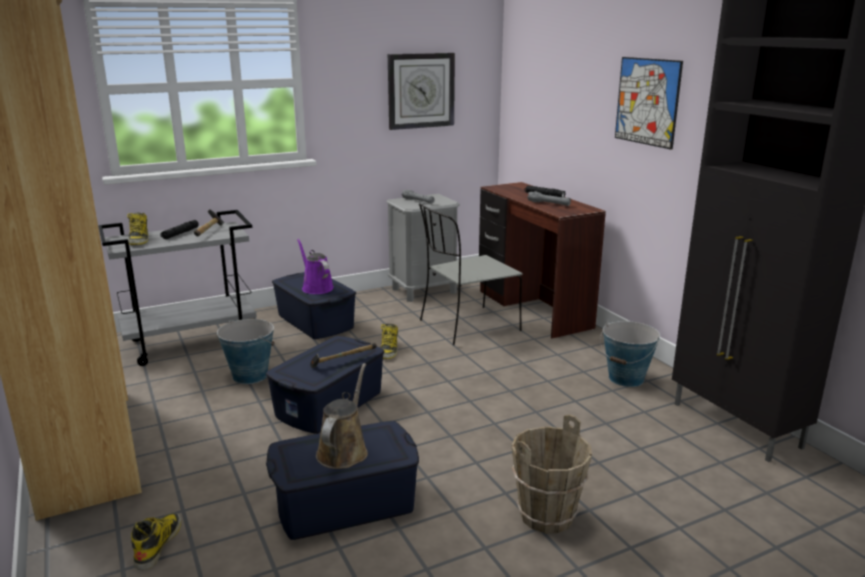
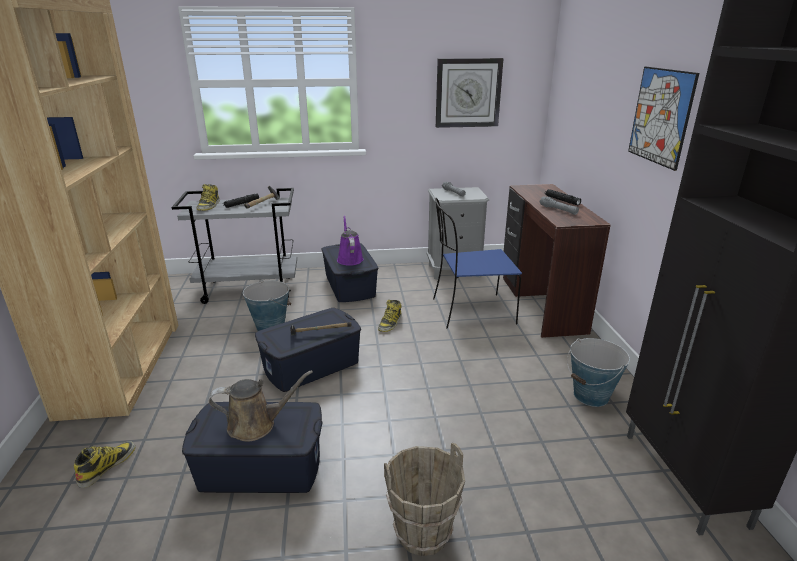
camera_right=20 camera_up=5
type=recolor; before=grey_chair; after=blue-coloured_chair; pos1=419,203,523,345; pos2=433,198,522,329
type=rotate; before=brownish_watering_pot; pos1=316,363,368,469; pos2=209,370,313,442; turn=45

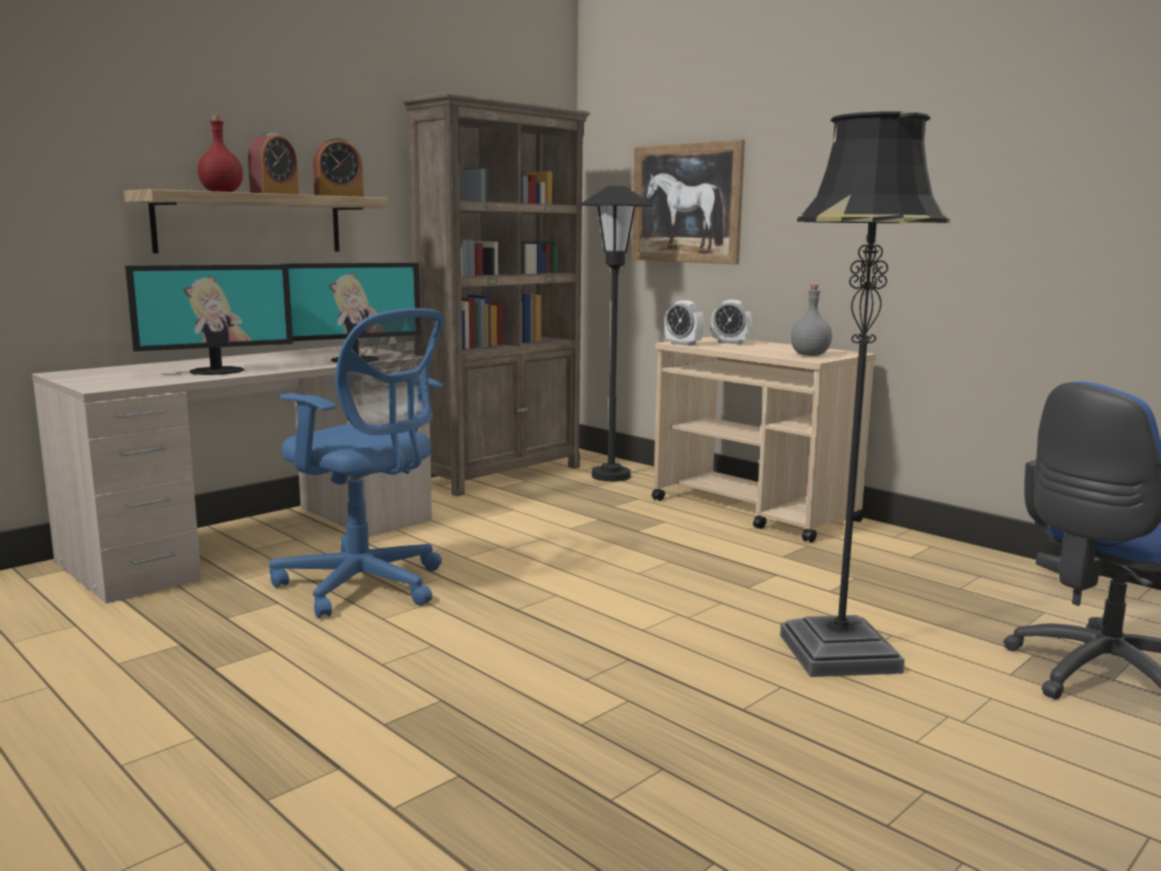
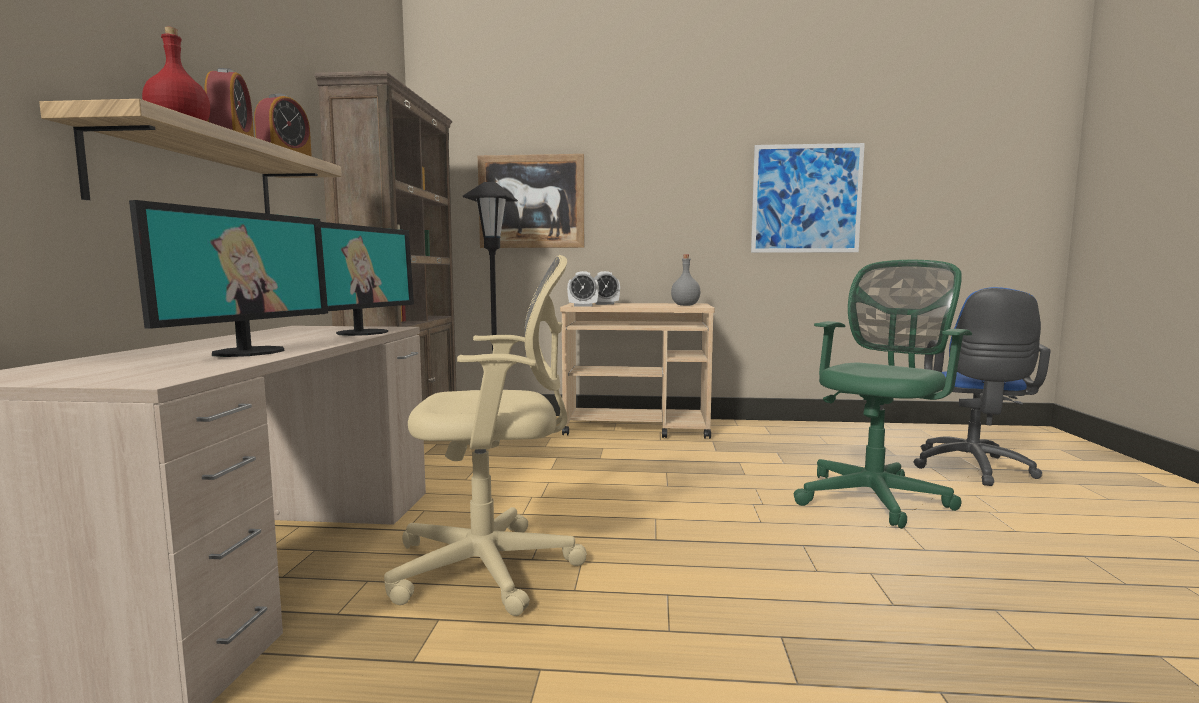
camera_right=-40 camera_up=-5
type=insert; after=wall_picture; pos2=751,143,865,253
type=replace; before=black-coloured_standing_lamp; after=green_computer_chair; pos1=780,112,950,677; pos2=794,260,972,529
type=recolor; before=blue-coloured_computer_chair; after=beige-coloured_computer_chair; pos1=269,308,445,618; pos2=384,255,587,616

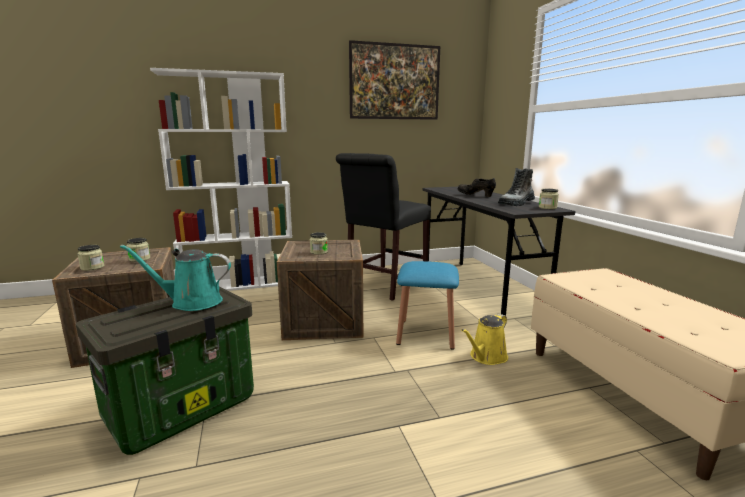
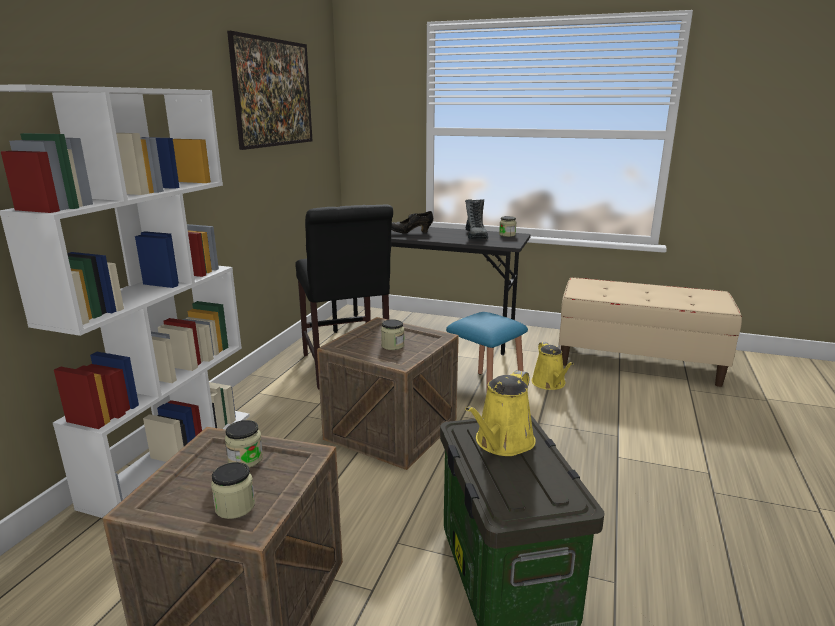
camera_right=-55 camera_up=5
type=recolor; before=turquoise_watering_pot; after=yellowish_watering_pot; pos1=120,245,231,311; pos2=465,370,536,456

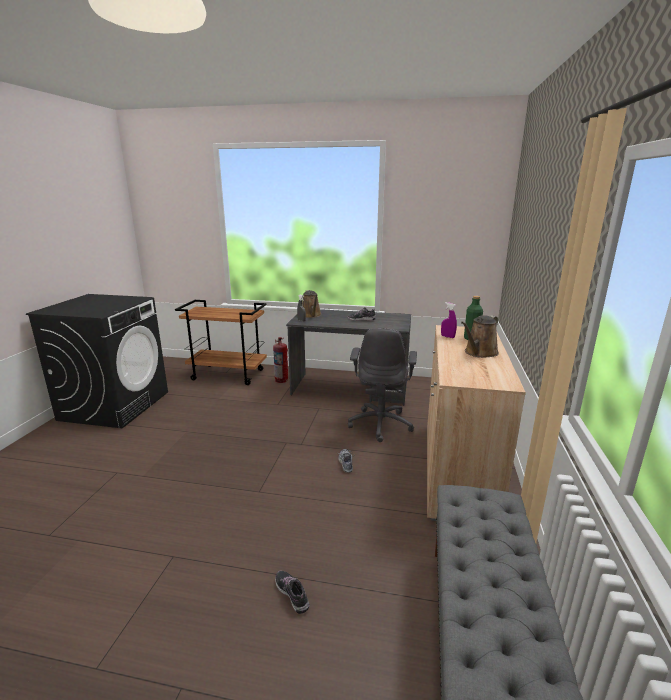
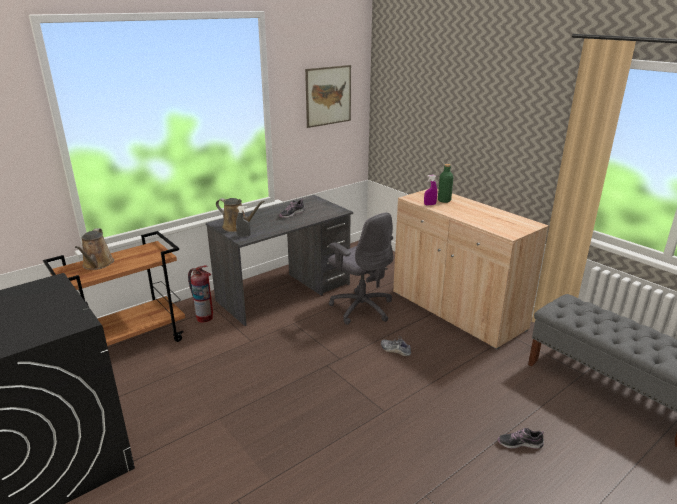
camera_right=-50 camera_up=5
type=insert; after=wall_picture; pos2=305,65,351,128
type=move; before=brownish_watering_pot; pos1=461,315,499,358; pos2=75,228,114,270

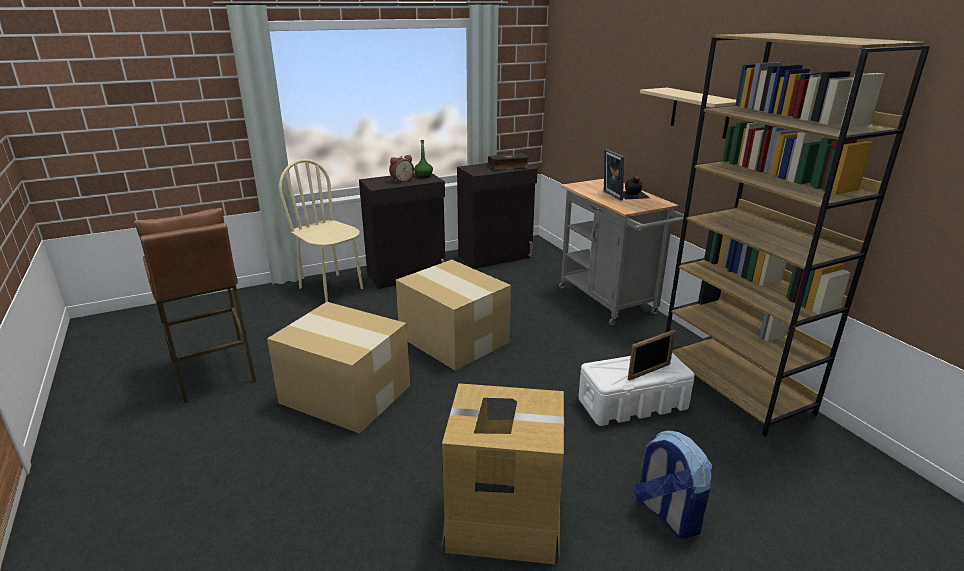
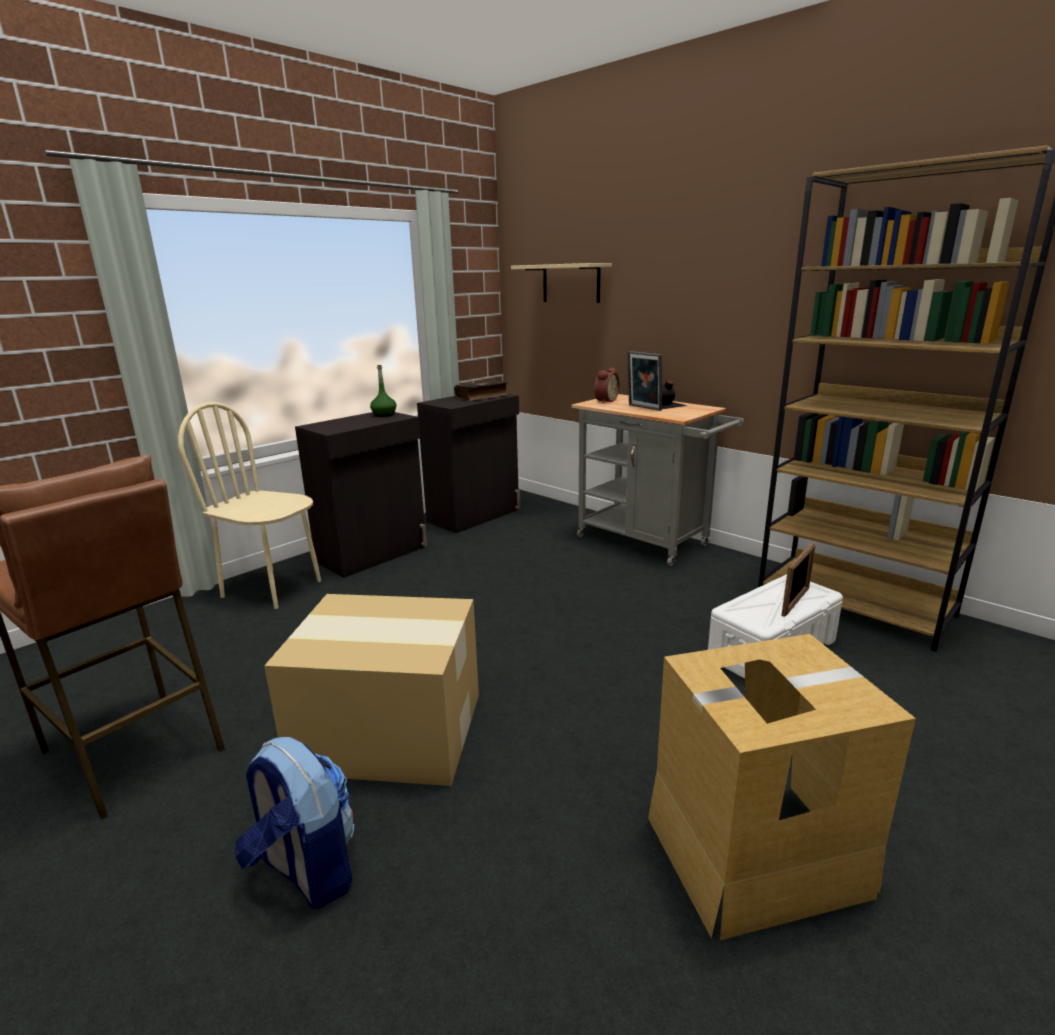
camera_right=-20 camera_up=-5
type=delete; before=carton; pos1=396,260,511,371
type=move; before=bedside_clock; pos1=389,155,414,182; pos2=594,367,620,404
type=move; before=knapsack; pos1=634,430,712,539; pos2=235,737,354,909
type=move; before=beige-coloured_wall_shelf; pos1=640,88,736,139; pos2=511,263,612,303

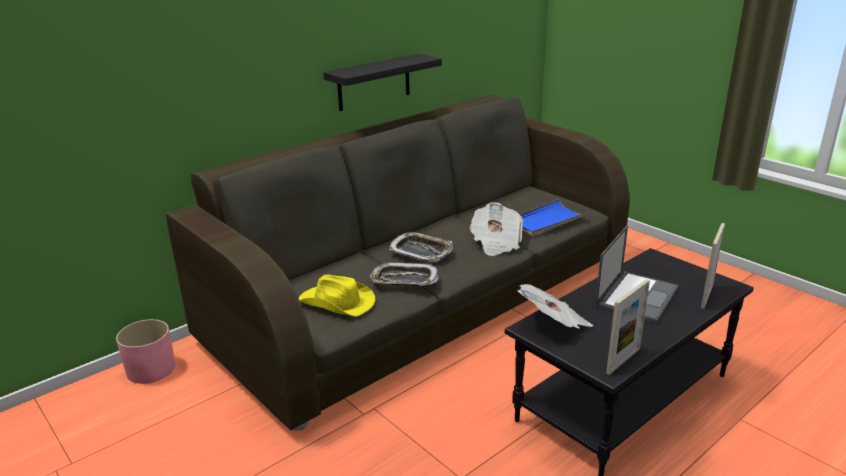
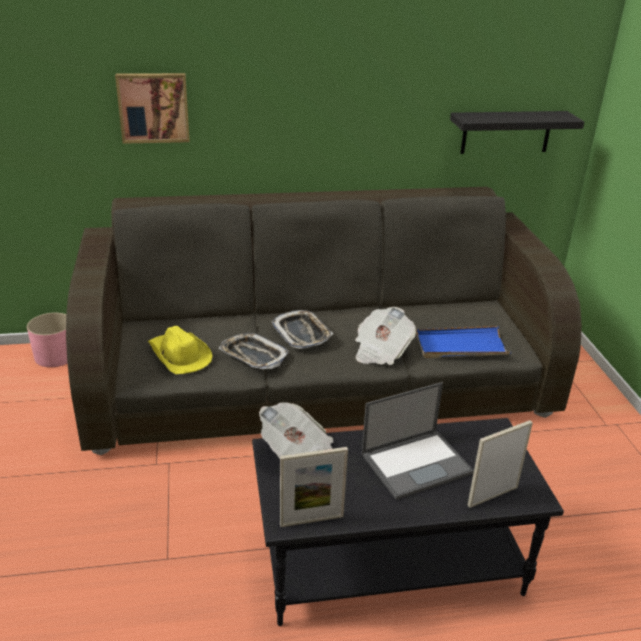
camera_right=30 camera_up=5
type=insert; after=wall_picture; pos2=115,73,190,144
type=move; before=black-coloured_wall_shelf; pos1=323,54,442,111; pos2=450,111,584,154

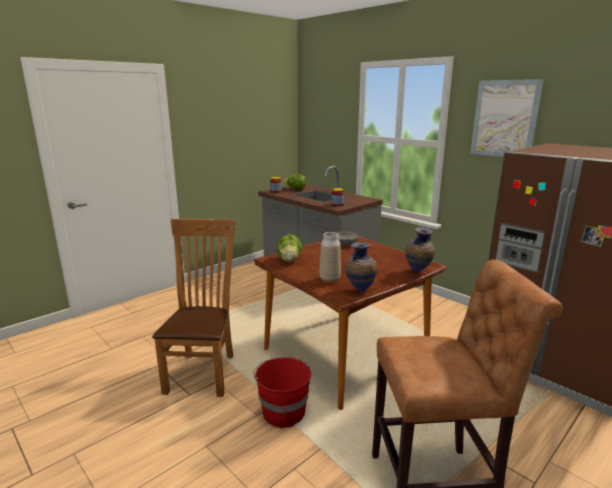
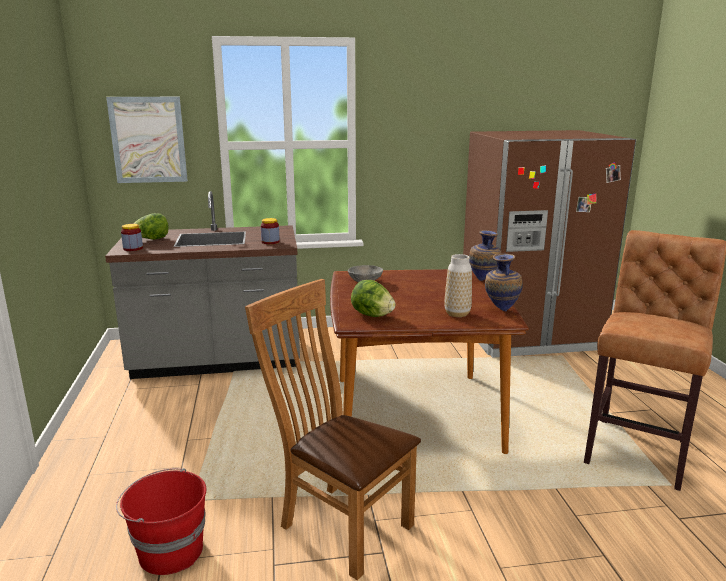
camera_right=-55 camera_up=0
type=move; before=red-coloured_pail; pos1=254,357,311,428; pos2=116,468,206,575
type=move; before=wall_picture; pos1=470,79,544,157; pos2=106,97,188,183

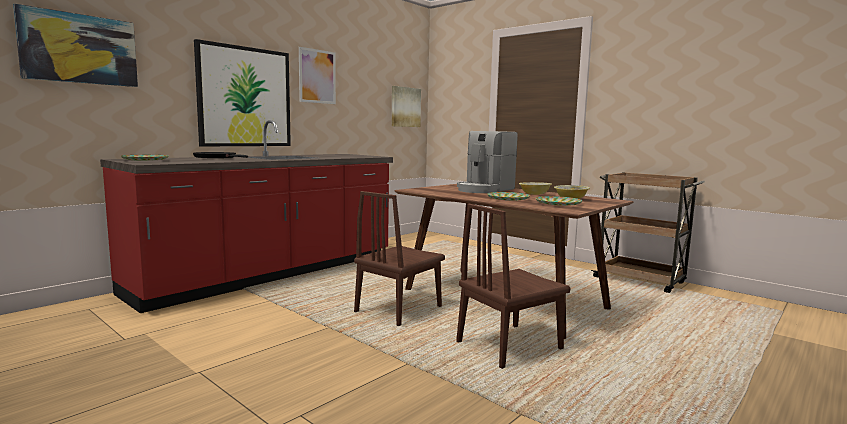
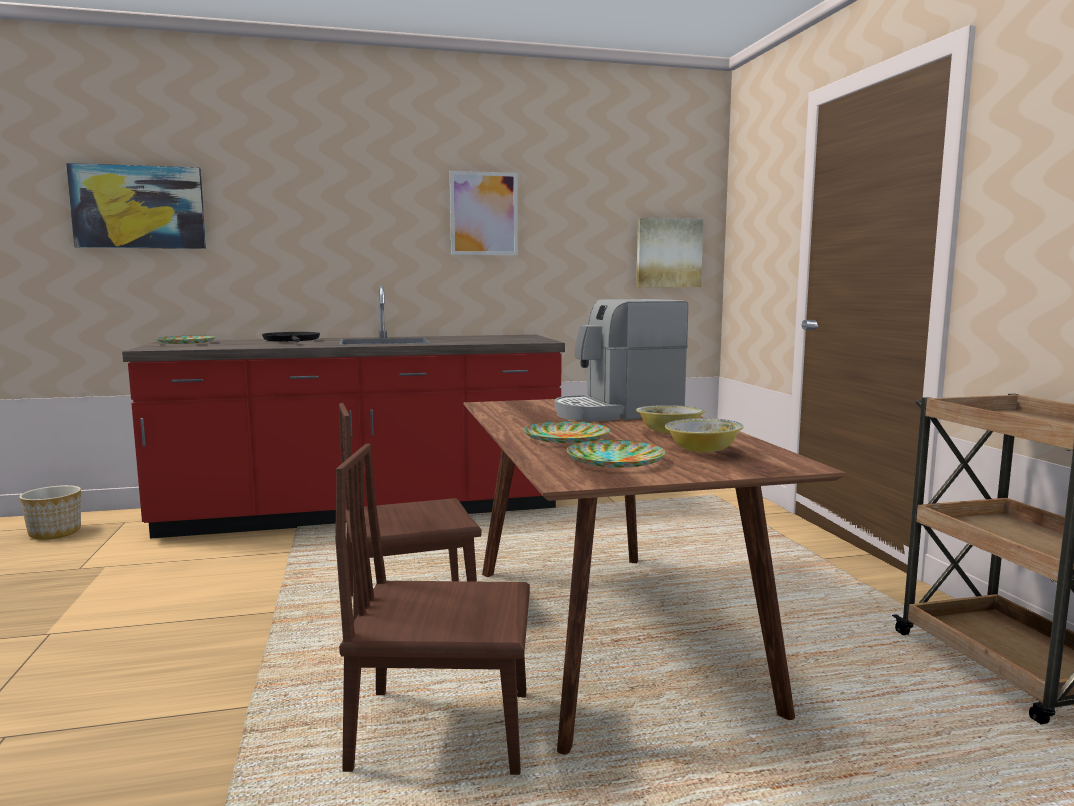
camera_right=35 camera_up=0
type=delete; before=wall_picture; pos1=194,39,291,146
type=insert; after=plant_pot; pos2=19,485,81,540

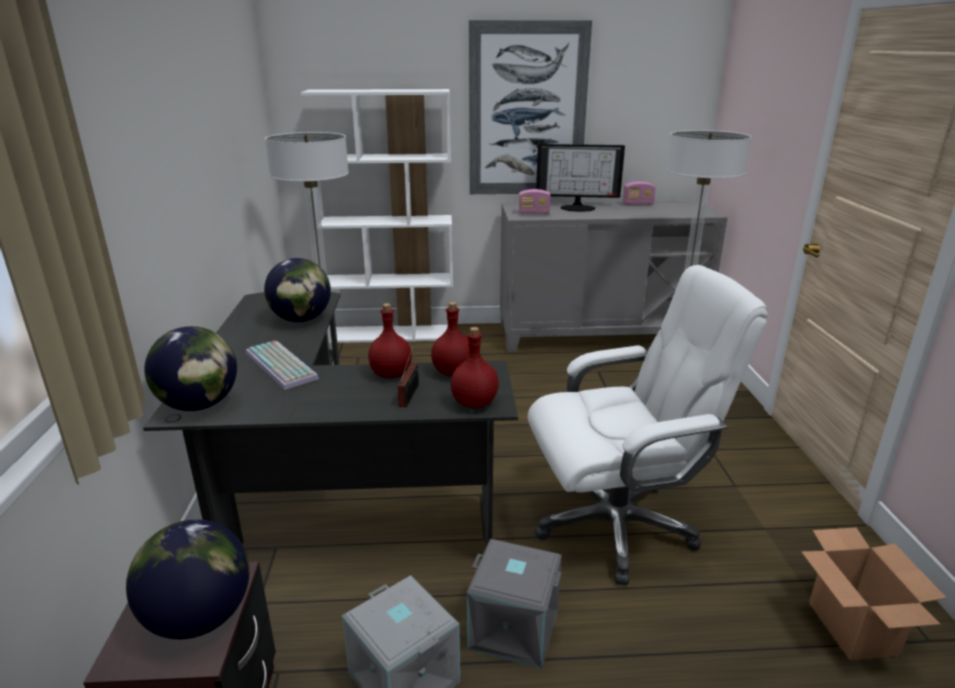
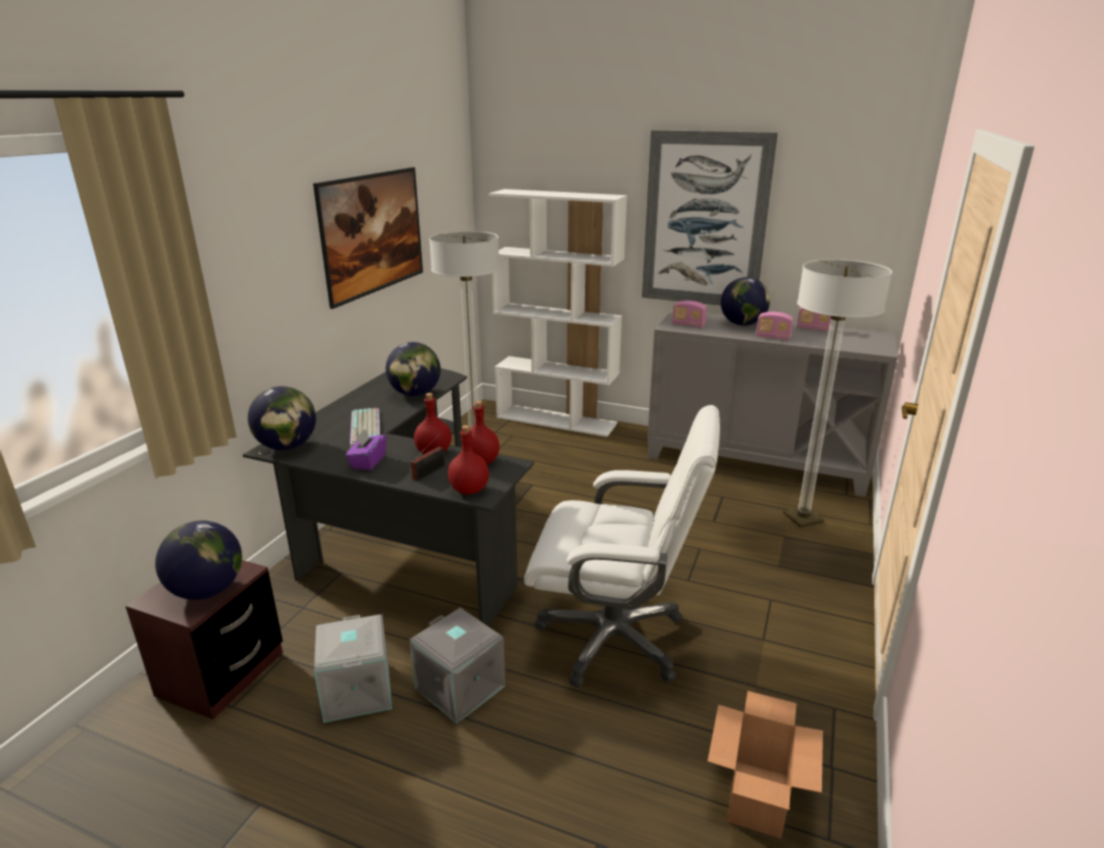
camera_right=25 camera_up=0
type=insert; after=wall_picture; pos2=313,167,423,309
type=insert; after=purple_tissue_holder; pos2=346,429,387,470
type=insert; after=radio; pos2=756,312,794,340
type=replace; before=computer_screen; after=desk_globe; pos1=536,144,625,212; pos2=721,277,770,326

